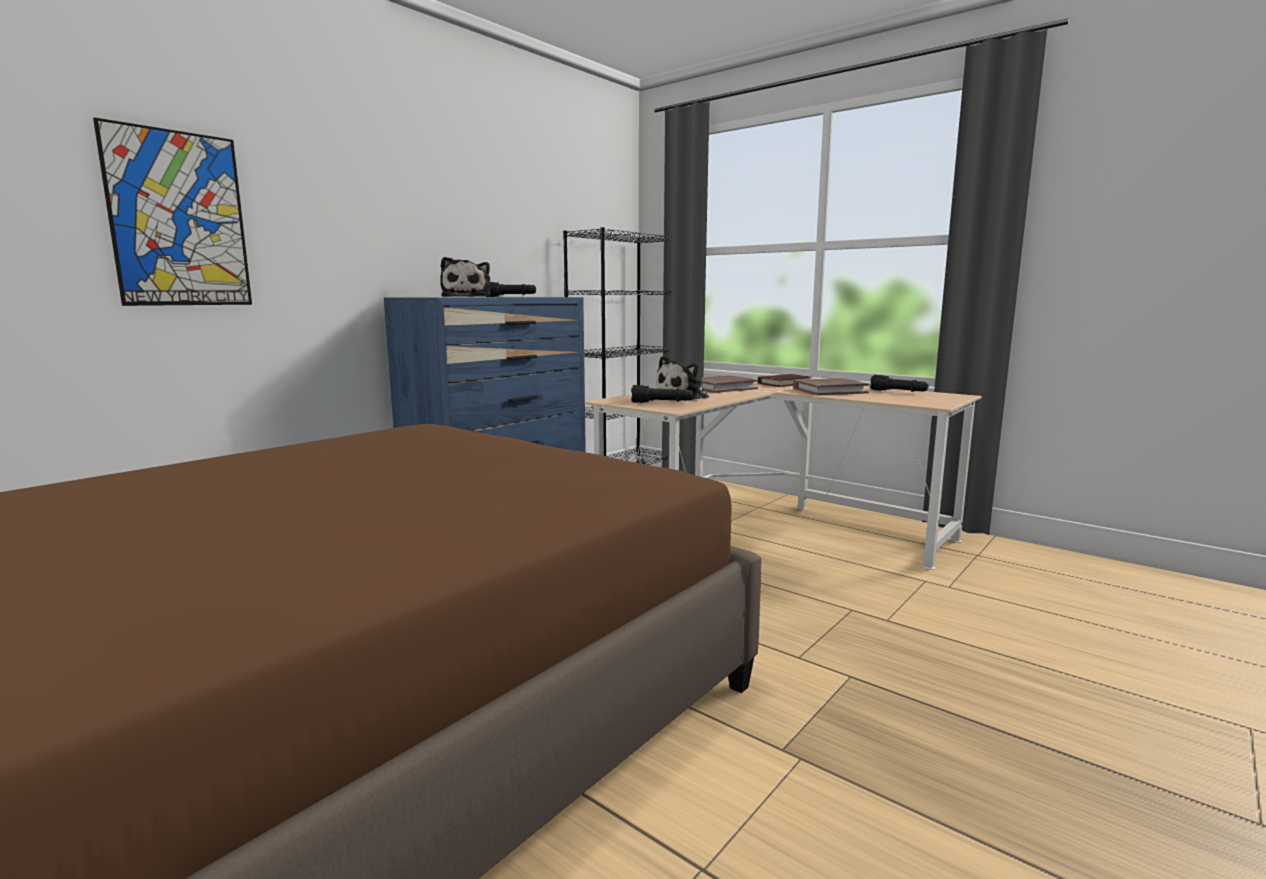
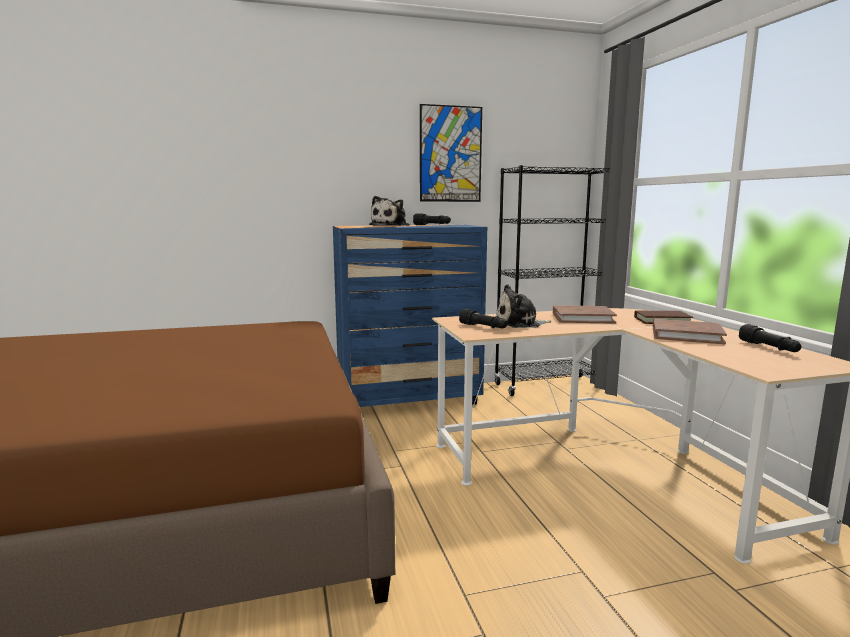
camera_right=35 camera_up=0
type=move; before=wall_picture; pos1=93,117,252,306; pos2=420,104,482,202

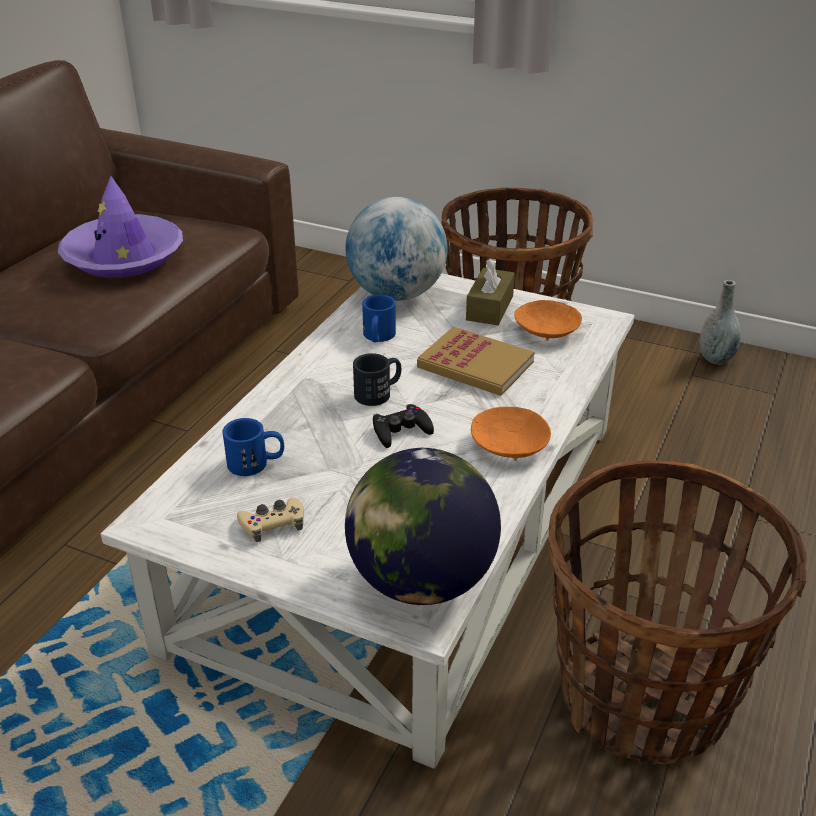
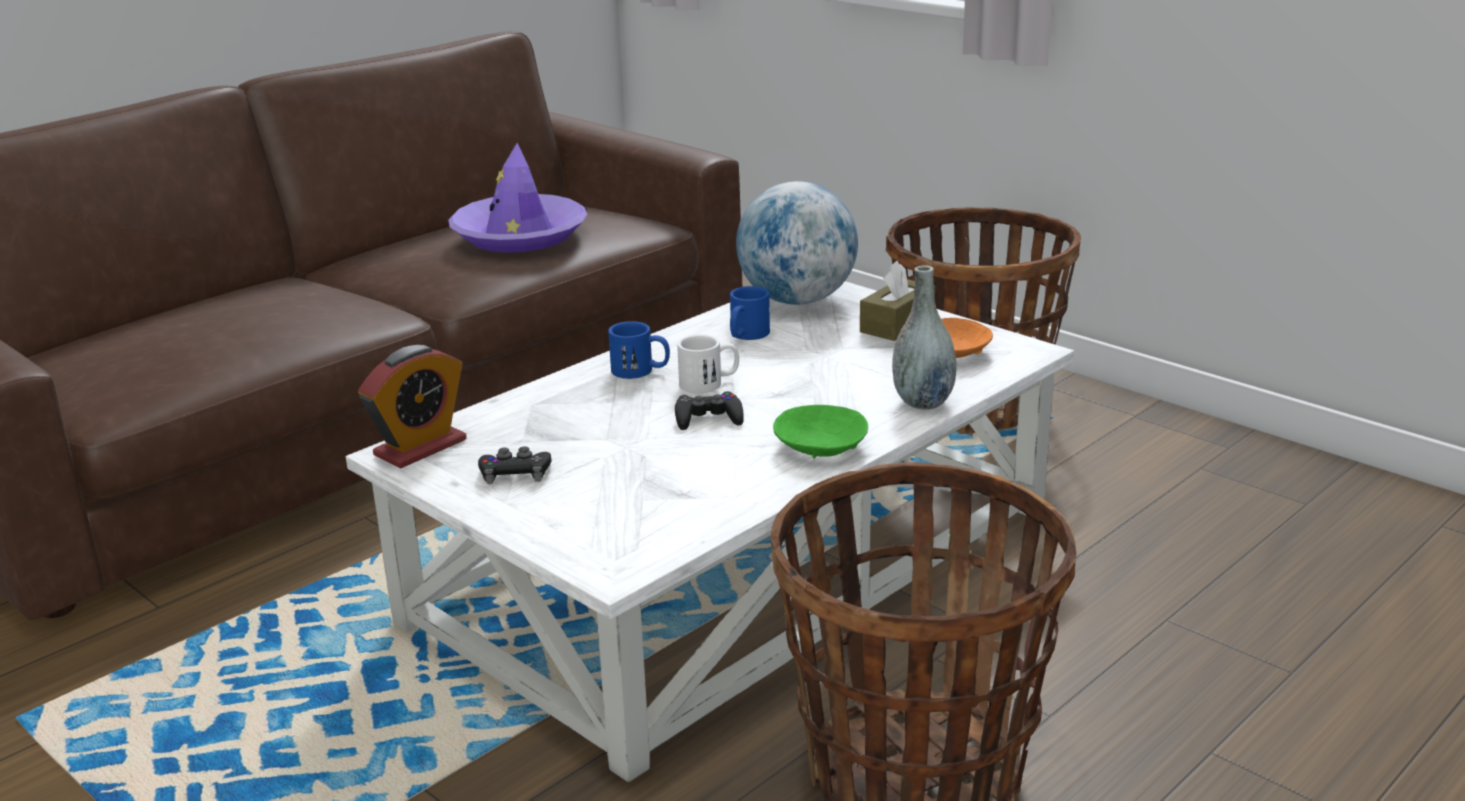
camera_right=20 camera_up=-10
type=delete; before=desk_globe; pos1=345,448,501,605
type=delete; before=book; pos1=417,327,534,396
type=insert; after=bedside_clock; pos2=358,345,467,468
type=move; before=blue-coloured_tea_mug; pos1=222,418,284,476; pos2=608,321,670,379
type=move; before=grey_vase; pos1=699,280,741,364; pos2=892,265,957,410
type=recolor; before=beige-coloured_gamepad; after=black-coloured_gamepad; pos1=237,497,304,542; pos2=478,446,552,484
type=recolor; before=black-coloured_tea_mug; after=white_tea_mug; pos1=353,353,401,406; pos2=677,334,739,393
type=recolor; before=orange_bowl; after=green_bowl; pos1=471,407,551,461; pos2=773,405,868,459

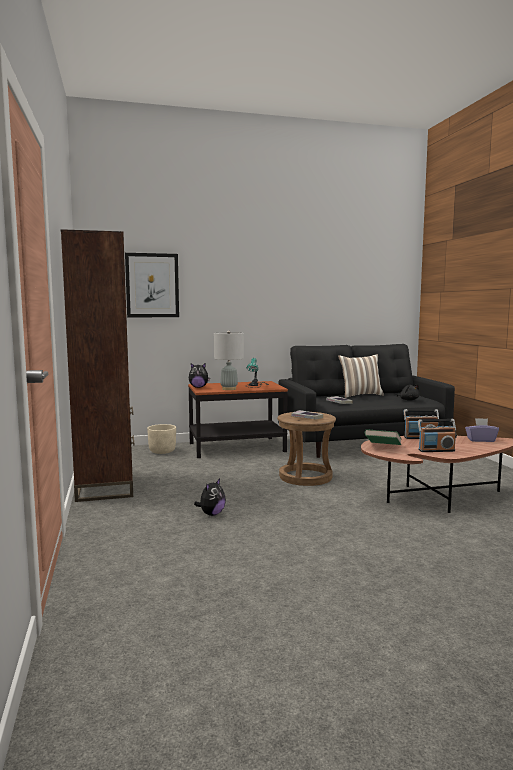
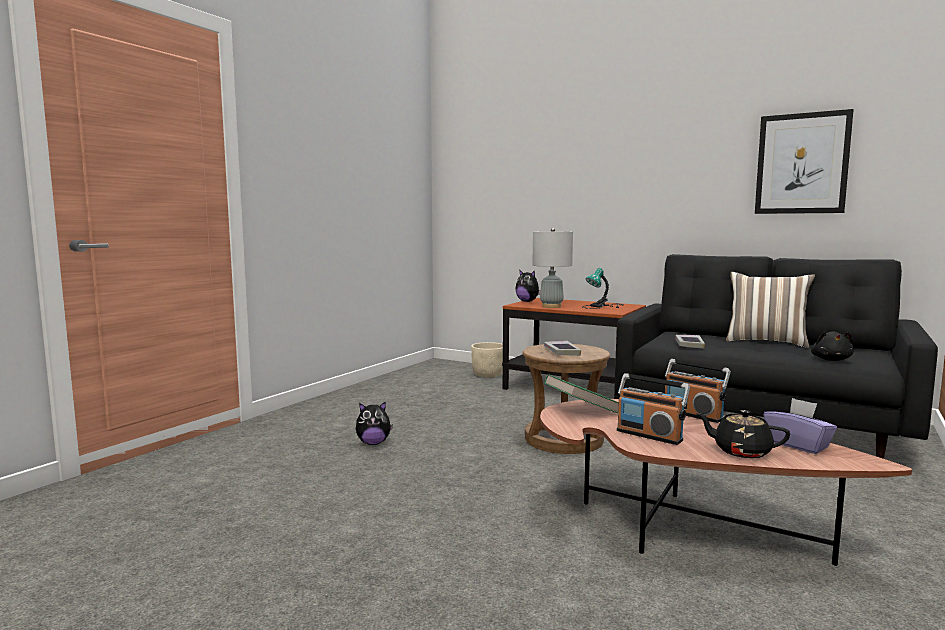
camera_right=45 camera_up=0
type=delete; before=brownish_bookshelf; pos1=61,229,134,502
type=insert; after=black-coloured_tea_pot; pos2=696,410,790,458
type=move; before=wall_picture; pos1=125,253,179,317; pos2=755,109,854,214

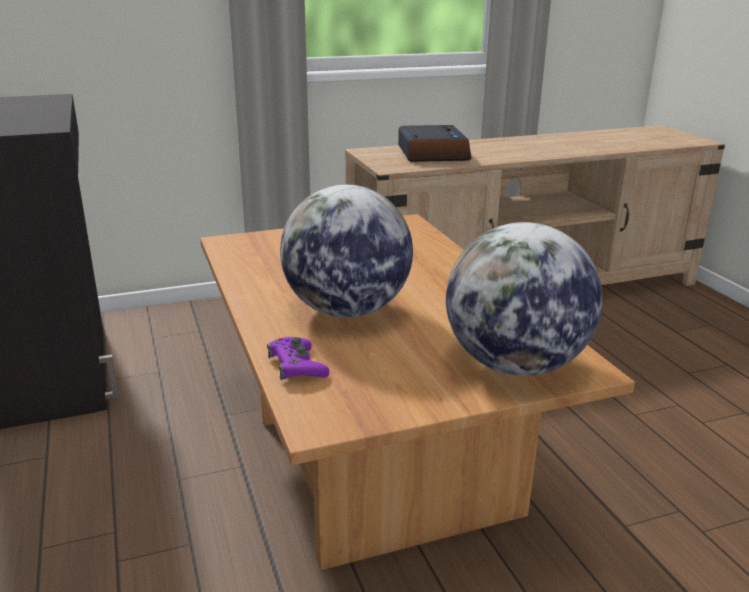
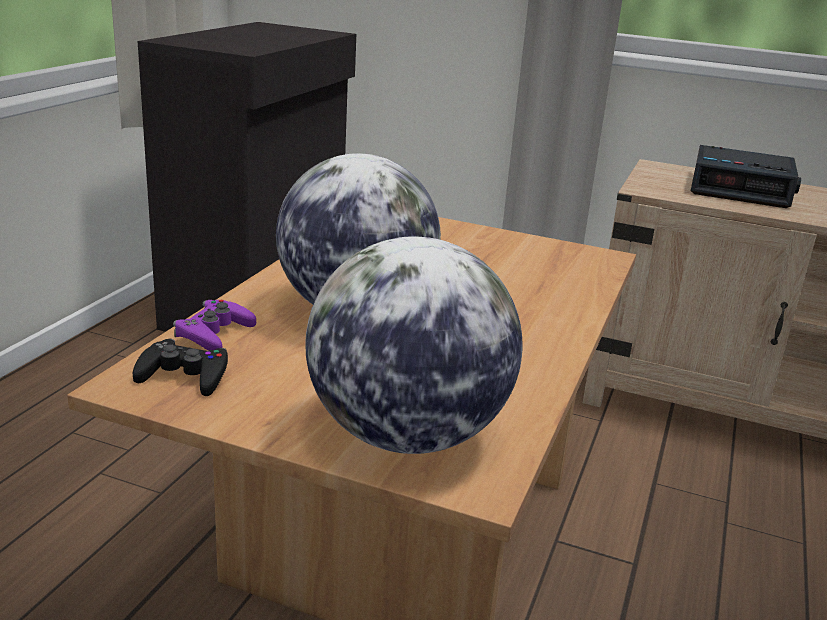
camera_right=40 camera_up=0
type=insert; after=black-coloured_gamepad; pos2=133,339,228,396
type=rotate; before=bedside_clock; pos1=398,125,472,162; pos2=691,145,801,208; turn=75

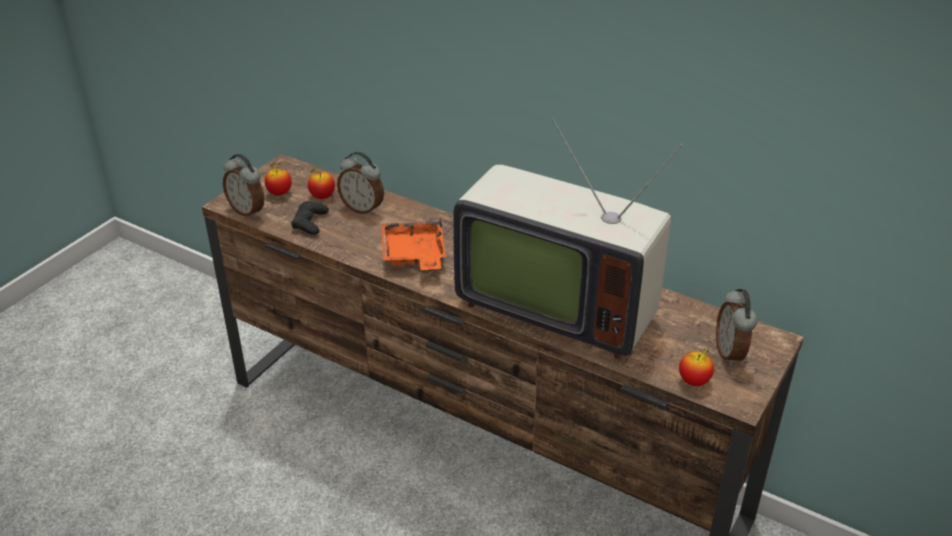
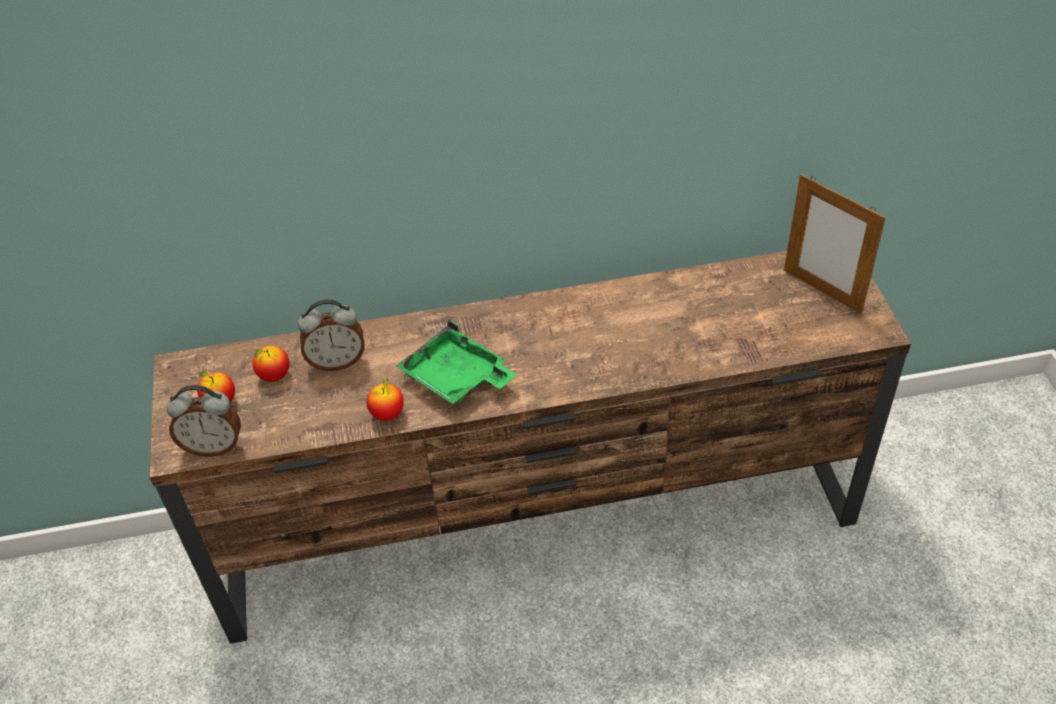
camera_right=-40 camera_up=10
type=delete; before=black-coloured_gamepad; pos1=291,201,329,235
type=delete; before=television; pos1=453,117,683,359
type=move; before=whole_apple; pos1=679,348,714,386; pos2=366,378,404,421
type=replace; before=bedside_clock; after=standing_frame; pos1=716,288,757,366; pos2=784,174,886,314
type=recolor; before=orange_serving_tray; after=green_serving_tray; pos1=381,218,446,270; pos2=396,320,517,404

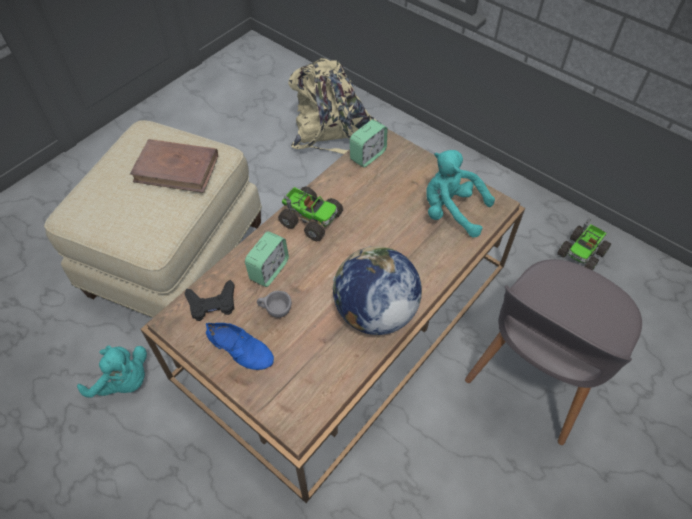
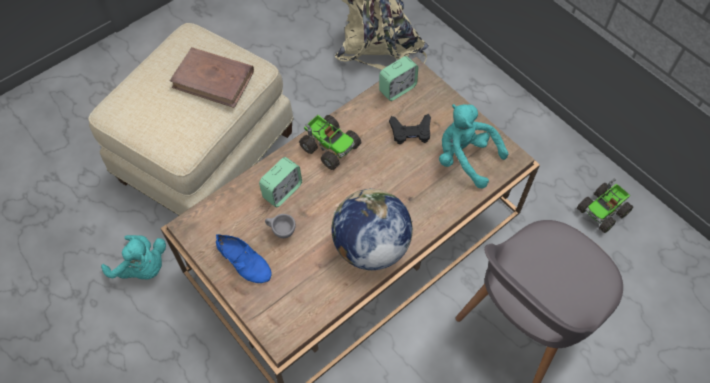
camera_right=10 camera_up=5
type=move; before=black-coloured_gamepad; pos1=184,280,234,321; pos2=389,114,431,144

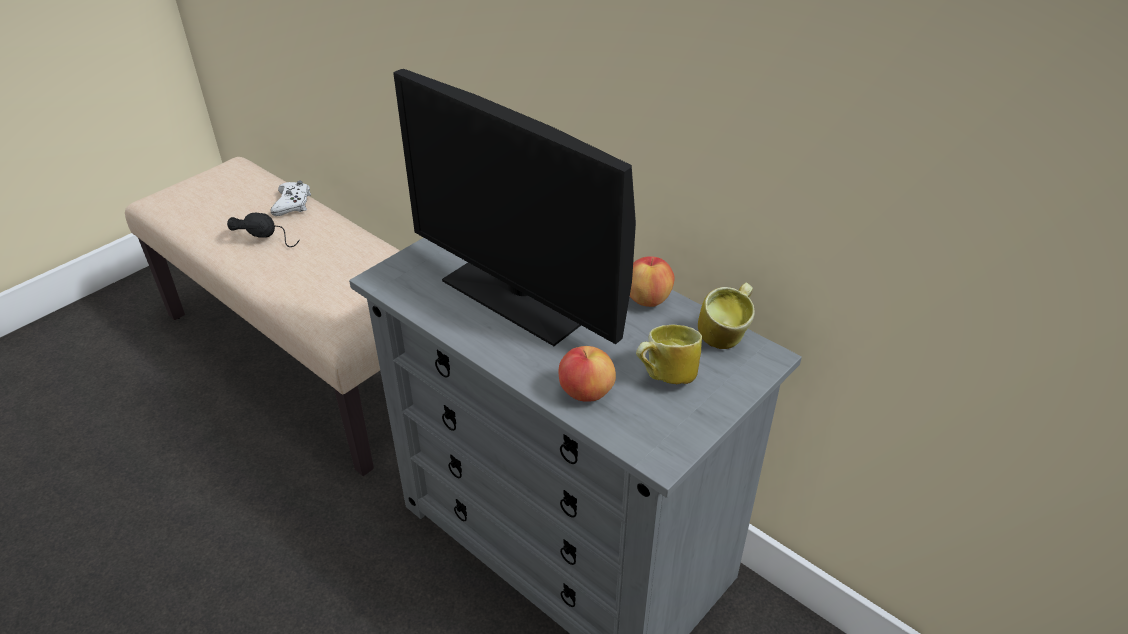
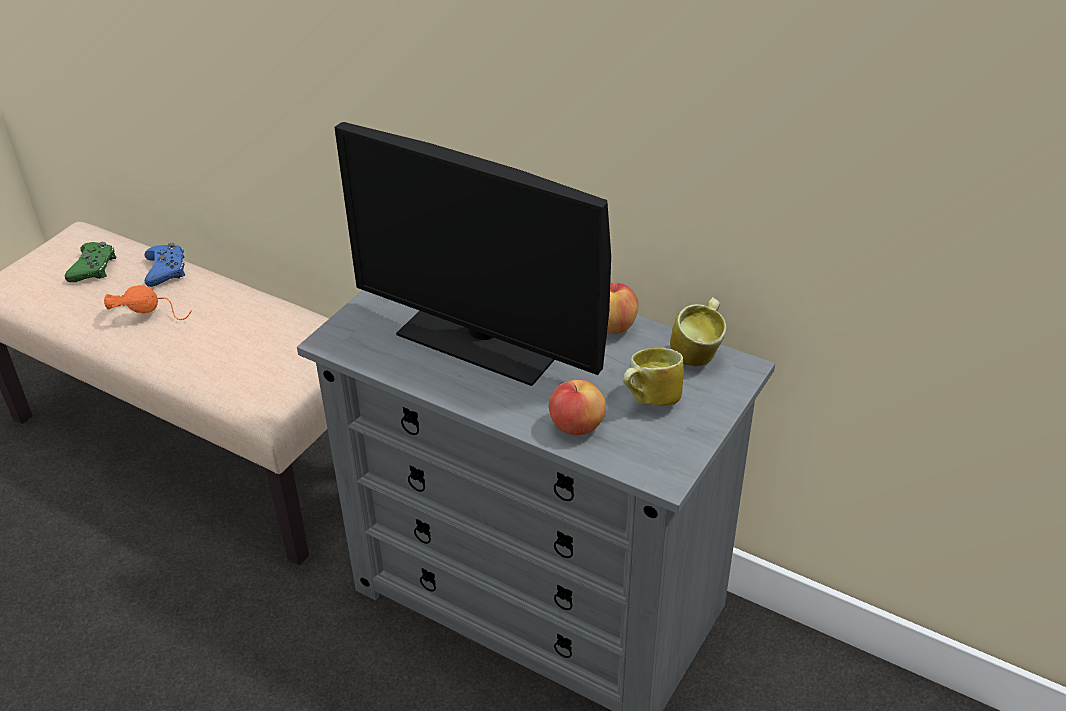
camera_right=-10 camera_up=0
type=insert; after=green_gamepad; pos2=65,242,116,282
type=recolor; before=black-coloured_pair_of_headphones; after=orange_pair_of_headphones; pos1=227,212,300,247; pos2=104,285,192,320
type=recolor; before=white_gamepad; after=blue-coloured_gamepad; pos1=271,181,311,216; pos2=145,242,185,287

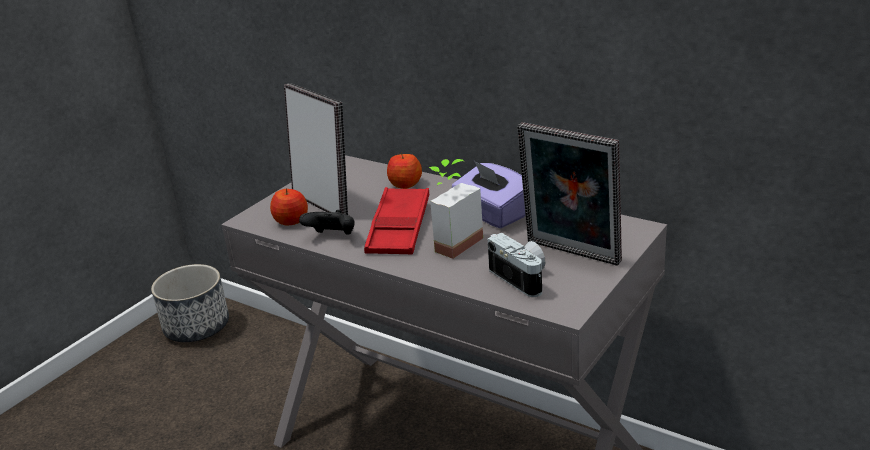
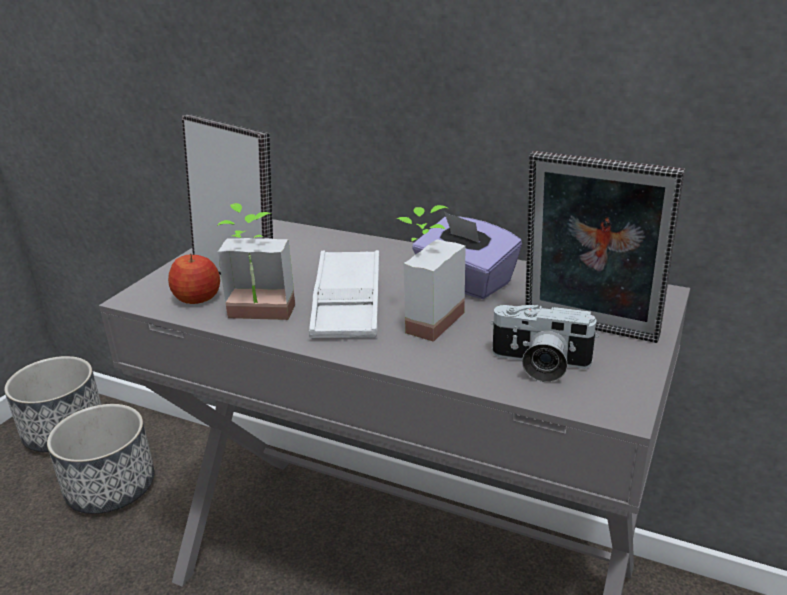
camera_right=-10 camera_up=0
type=delete; before=whole_apple; pos1=387,152,422,189
type=insert; after=plant_pot; pos2=47,404,155,514
type=replace; before=black-coloured_gamepad; after=potted_plant; pos1=299,210,355,234; pos2=217,203,295,320
type=recolor; before=red-coloured_serving_tray; after=white_serving_tray; pos1=364,187,429,255; pos2=309,250,379,338
type=rotate; before=still_camera; pos1=488,233,546,297; pos2=490,305,599,382; turn=150

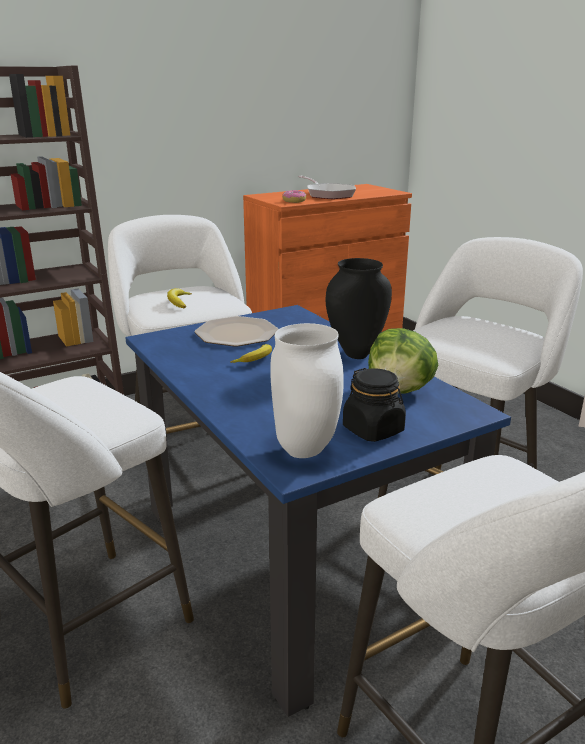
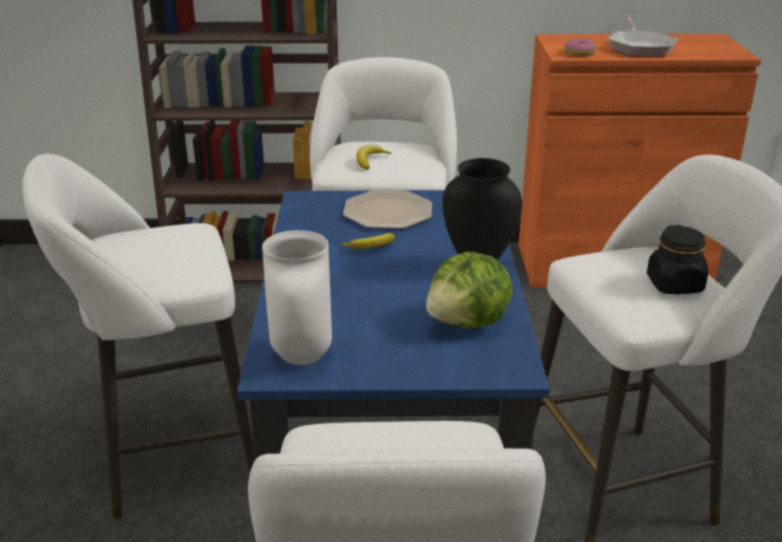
camera_right=30 camera_up=5
type=move; before=black-coloured_preserve_jar; pos1=343,368,406,442; pos2=647,225,708,294

